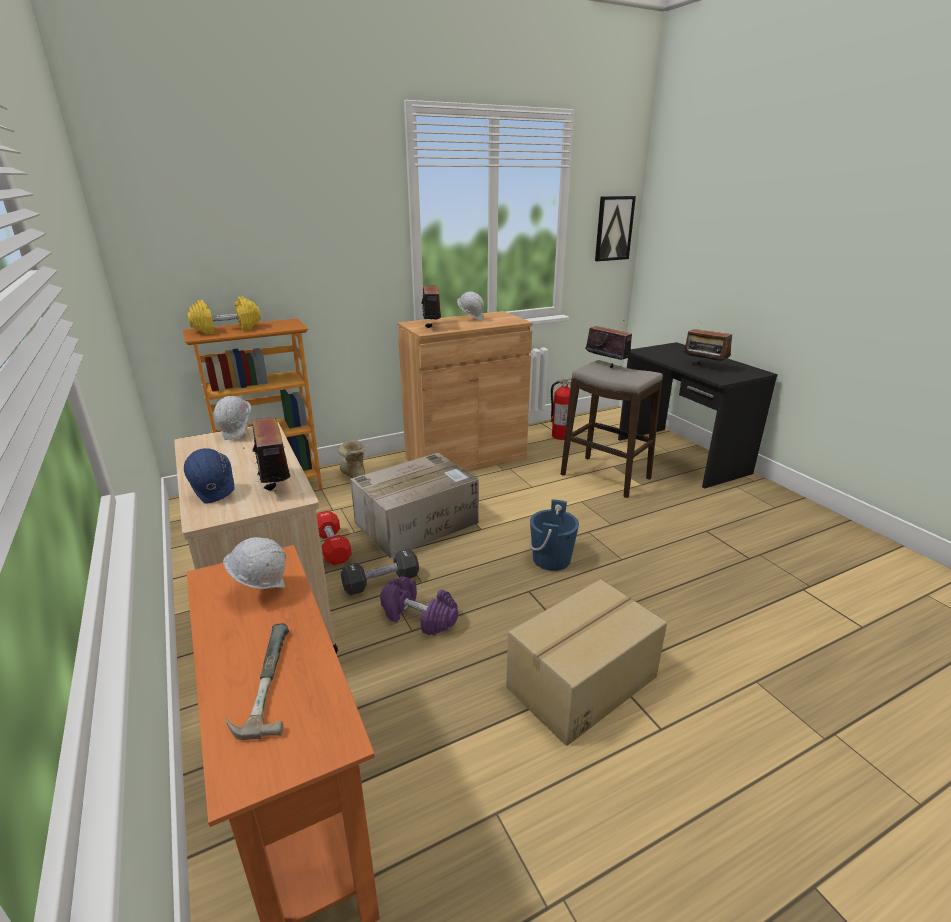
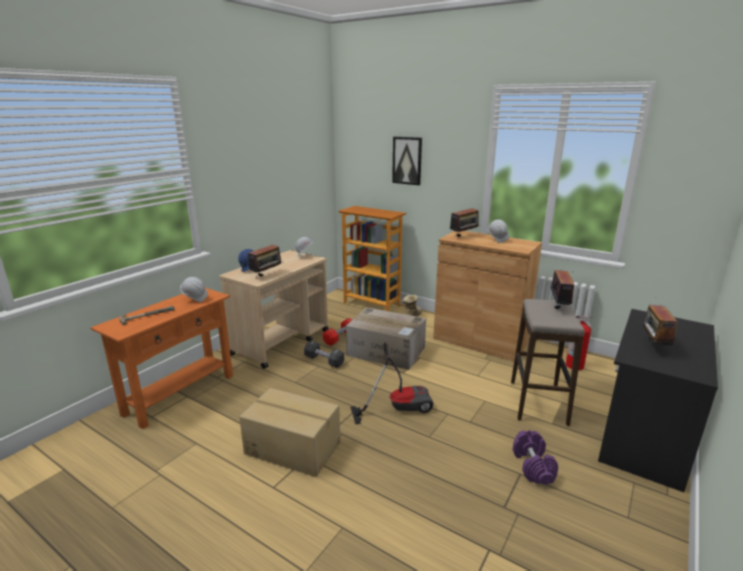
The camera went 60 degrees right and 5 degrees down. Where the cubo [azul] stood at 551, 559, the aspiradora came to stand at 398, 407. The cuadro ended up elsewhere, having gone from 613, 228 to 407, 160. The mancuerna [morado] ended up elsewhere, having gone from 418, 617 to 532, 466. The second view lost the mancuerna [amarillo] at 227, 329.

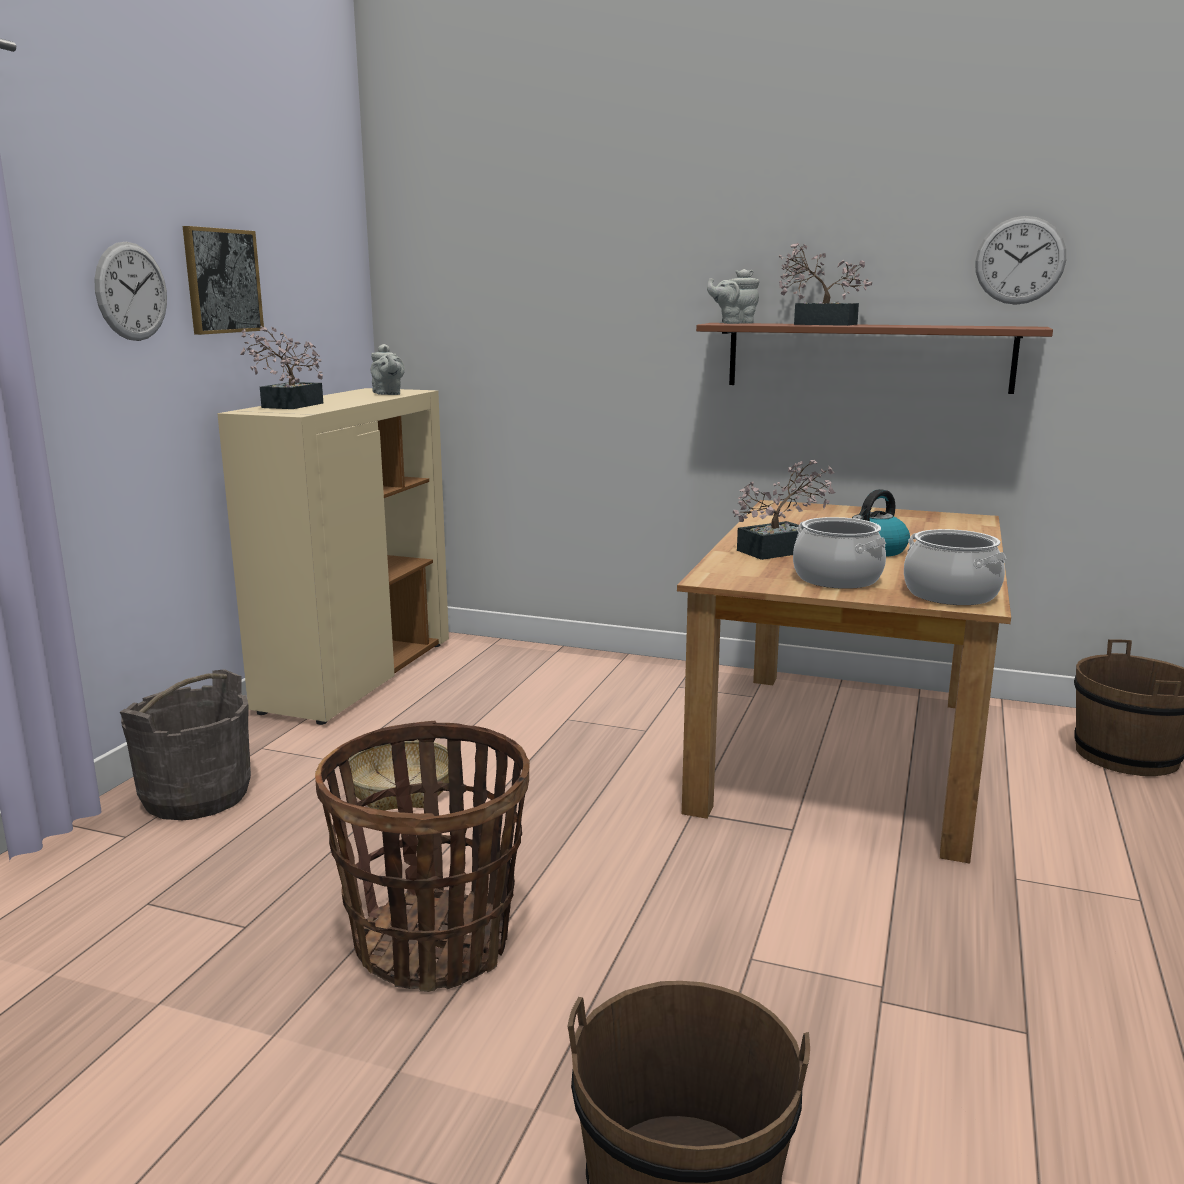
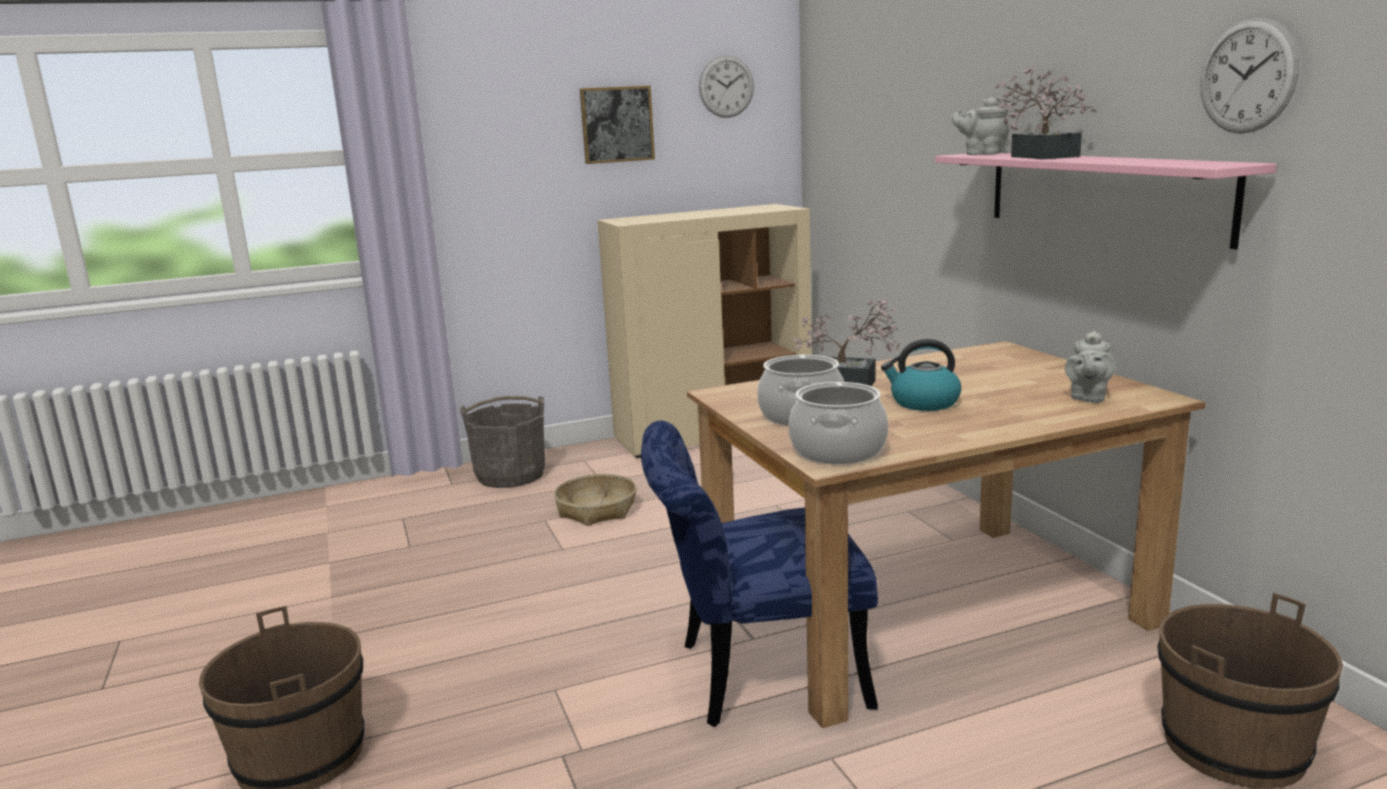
The camera went 50 degrees right and 0 degrees up. The second view gained the silla [azul] at 754, 675. The reloj de pared ended up elsewhere, having gone from 131, 291 to 726, 86. What was the estante [marrón] at 868, 357 turned into the estante [rosa] at 1101, 194. The tetera [gris] ended up elsewhere, having gone from 387, 394 to 1087, 397. The second view lost the planta en maceta at 287, 406. The second view lost the cesta at 433, 944.

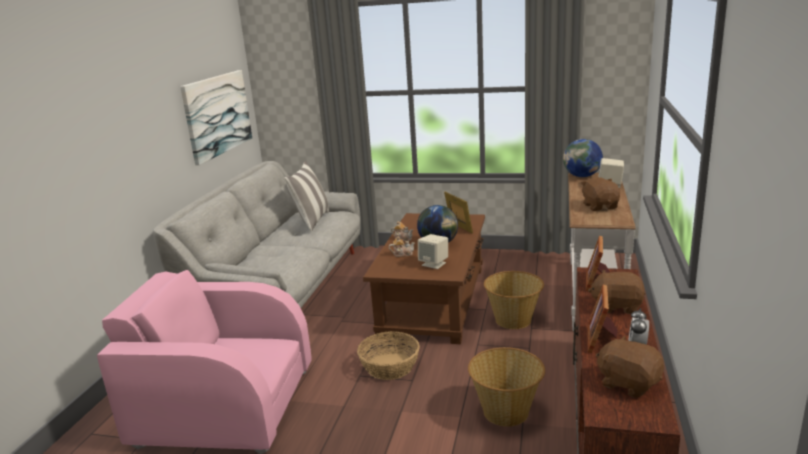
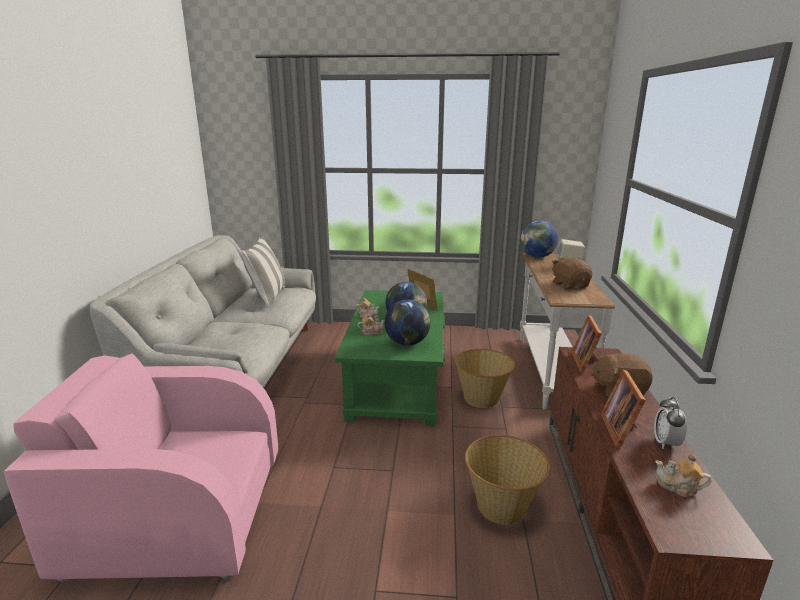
The camera went 10 degrees left and 0 degrees up. What was the mesa de centro [marrón] at 434, 300 turned into the mesa de centro [verde] at 397, 378. Where the altavoz [beis] stood at 434, 264, the globo terráqueo came to stand at 407, 343. Where the peluche [marrón] stood at 628, 383, the tetera came to stand at 678, 487. The second view lost the cuadro at 217, 114. The second view lost the cesta at 390, 366.

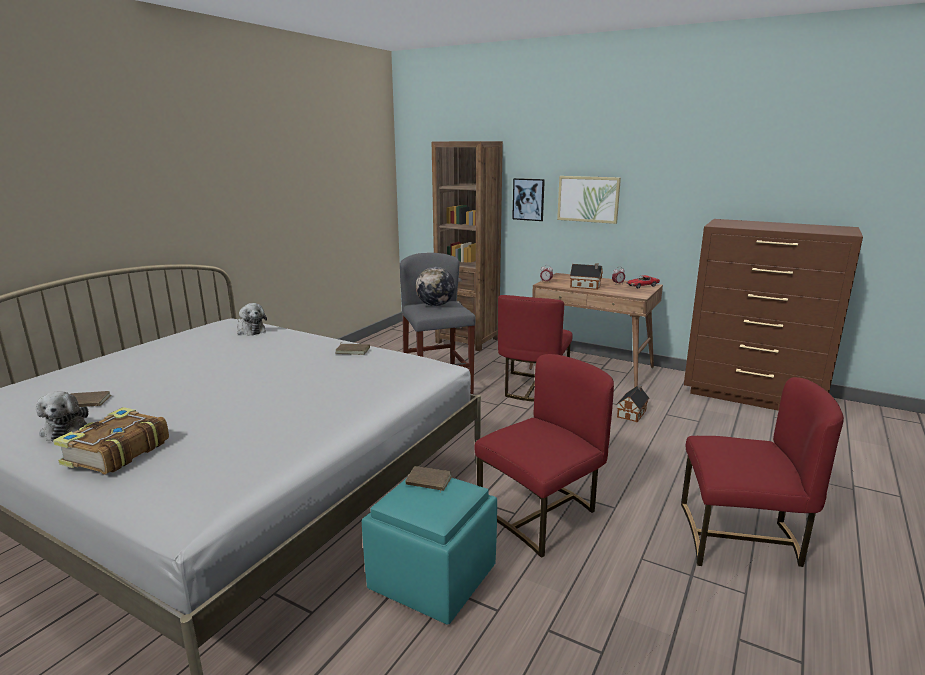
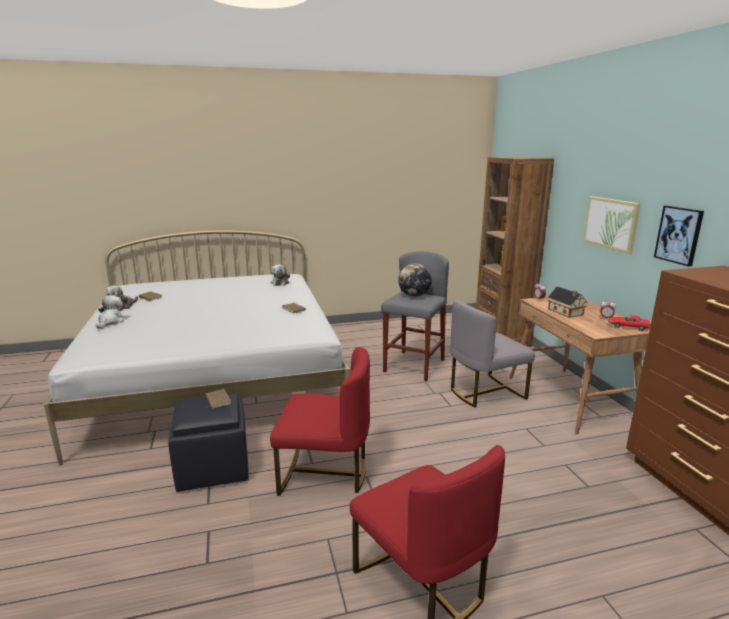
The camera went 45 degrees right and 0 degrees up. Where the libro stood at 115, 453, the peluche came to stand at 110, 322. What was the puf [turquesa] at 432, 577 turned into the puf [negro] at 214, 467. What was the silla [rojo] at 532, 387 turned into the silla [gris] at 485, 392. The cuadro ended up elsewhere, having gone from 528, 199 to 679, 235. The second view lost the casita at 632, 413.

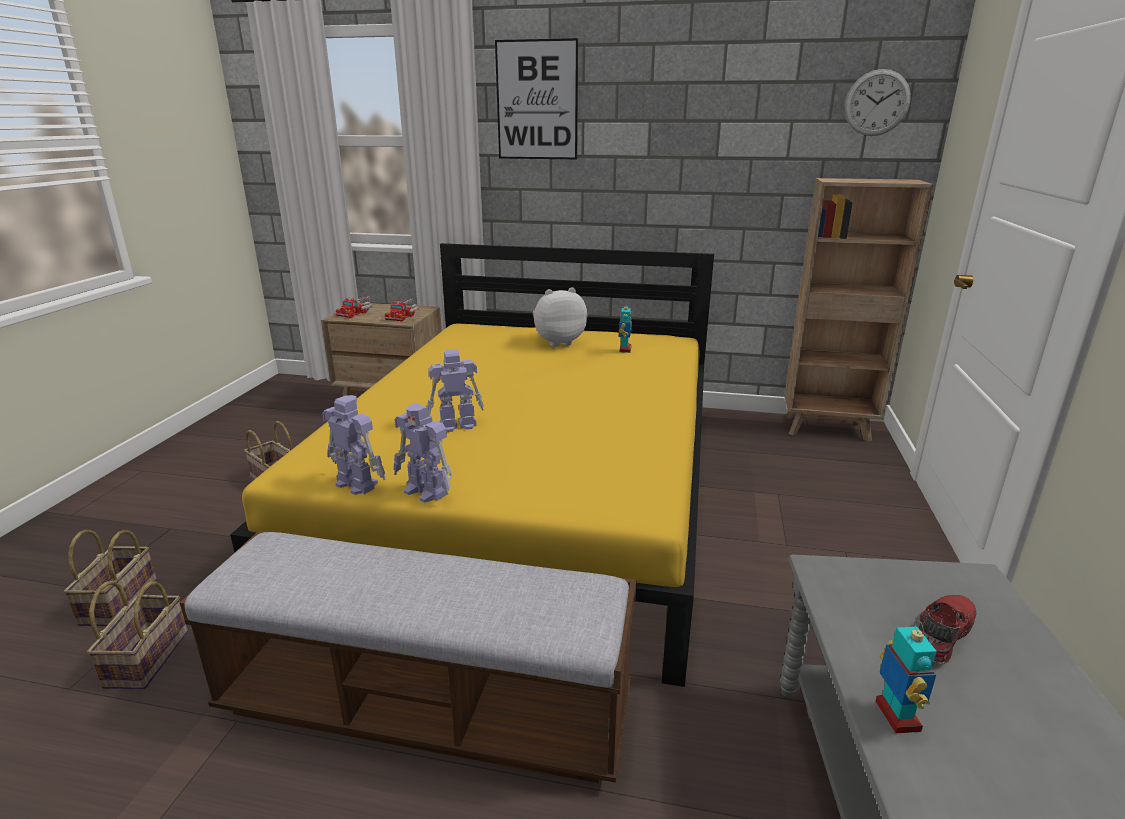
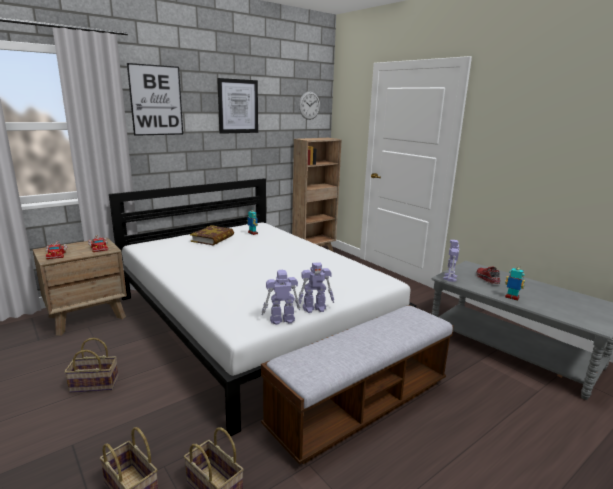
The camera went 50 degrees left and 5 degrees down. What was the cama [amarillo] at 531, 494 turned into the cama [blanco] at 253, 320. Where the peluche stood at 558, 342, the libro came to stand at 213, 238. The second view gained the cuadro at 238, 106. The robot de juguete ended up elsewhere, having gone from 456, 425 to 450, 278.

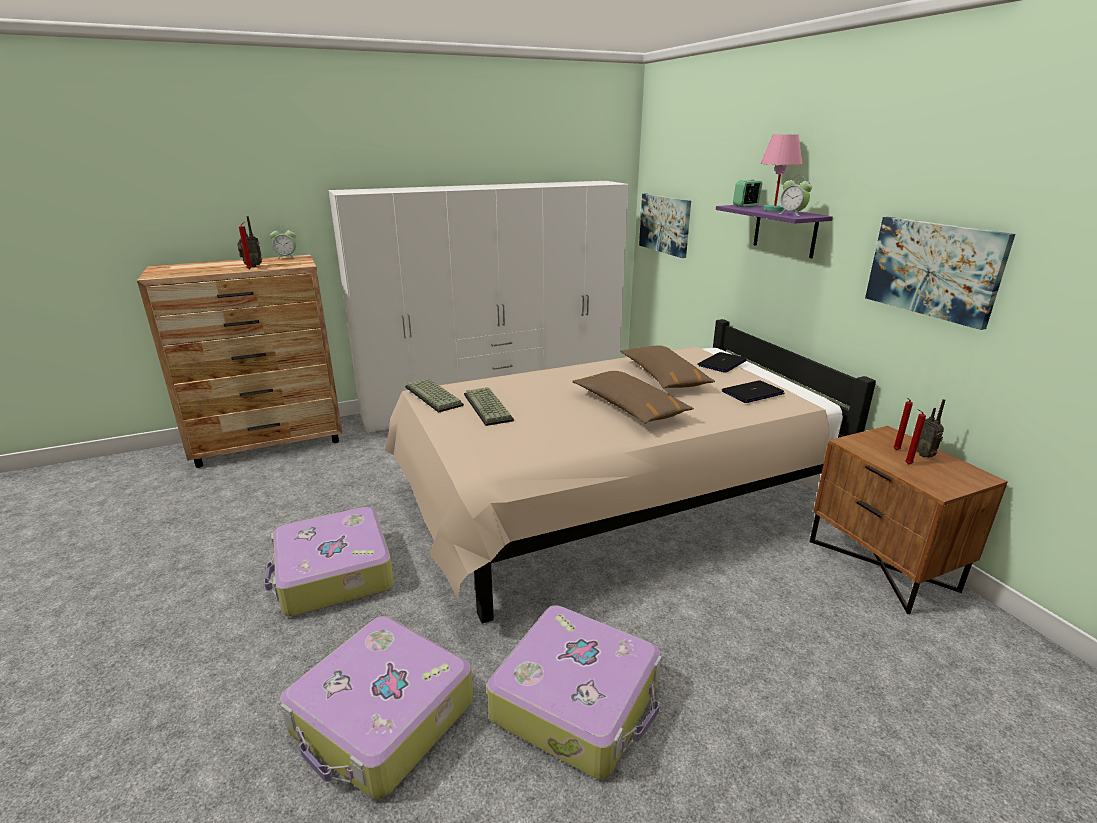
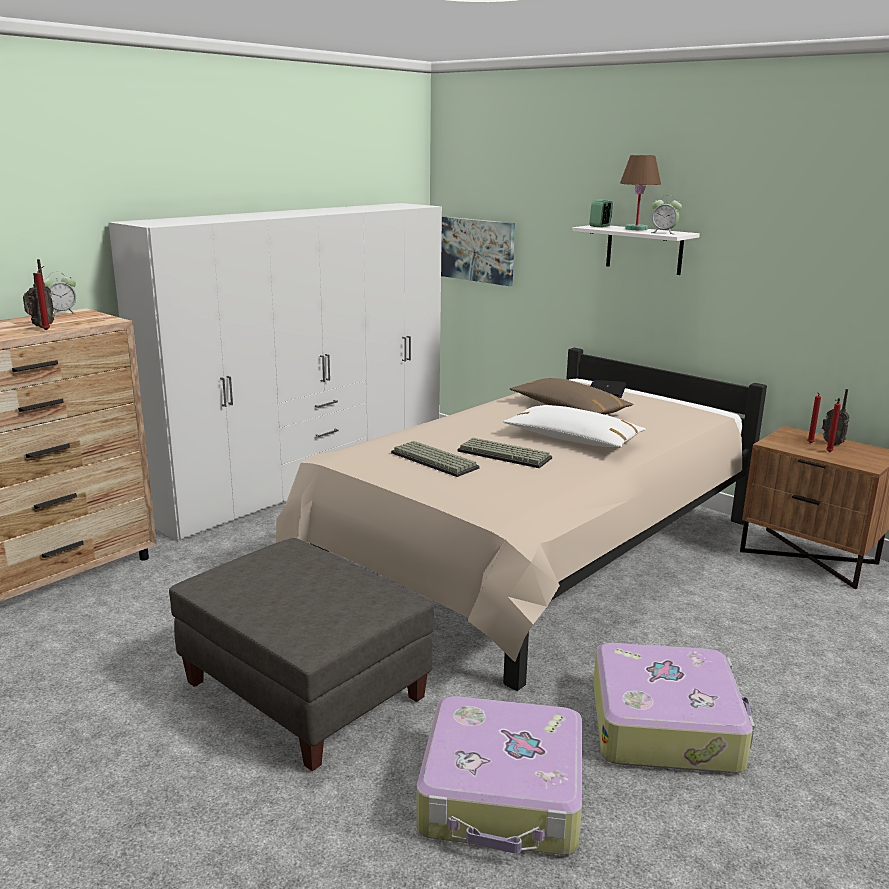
The camera went 25 degrees left and 5 degrees down. Where the maleta stood at 333, 574, the puf [gris] came to stand at 304, 691. The teclado ended up elsewhere, having gone from 435, 396 to 506, 454. What was the cojín [marrón] at 629, 407 turned into the cojín [blanco] at 573, 439. What was the estante [morado] at 785, 230 turned into the estante [blanco] at 644, 249. What was the lámpara de mesa [rosa] at 774, 210 turned into the lámpara de mesa [marrón] at 636, 229. The second view lost the portátil at 752, 393. The second view lost the cuadro at 934, 269.

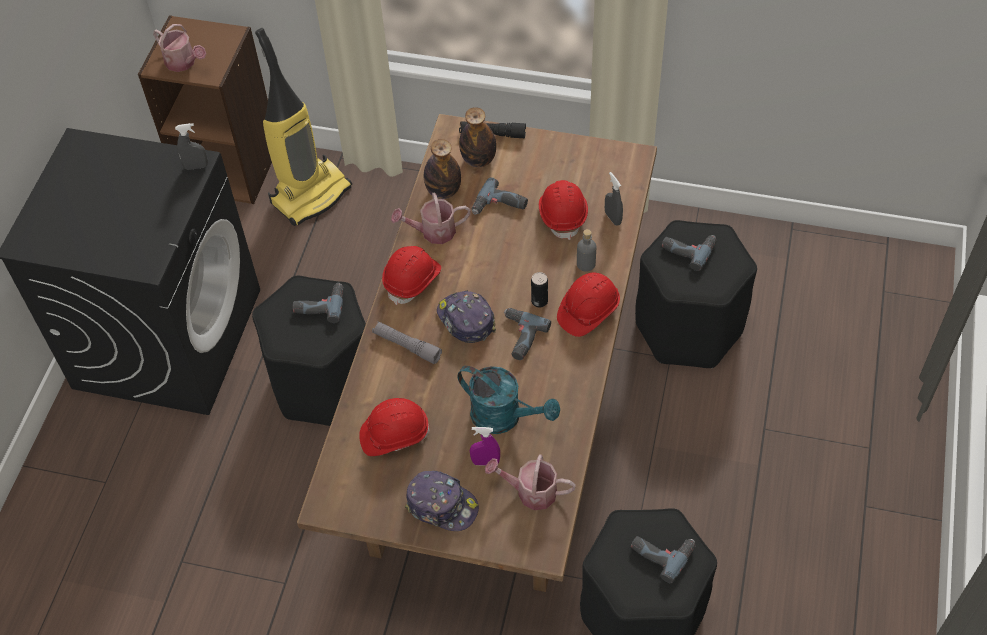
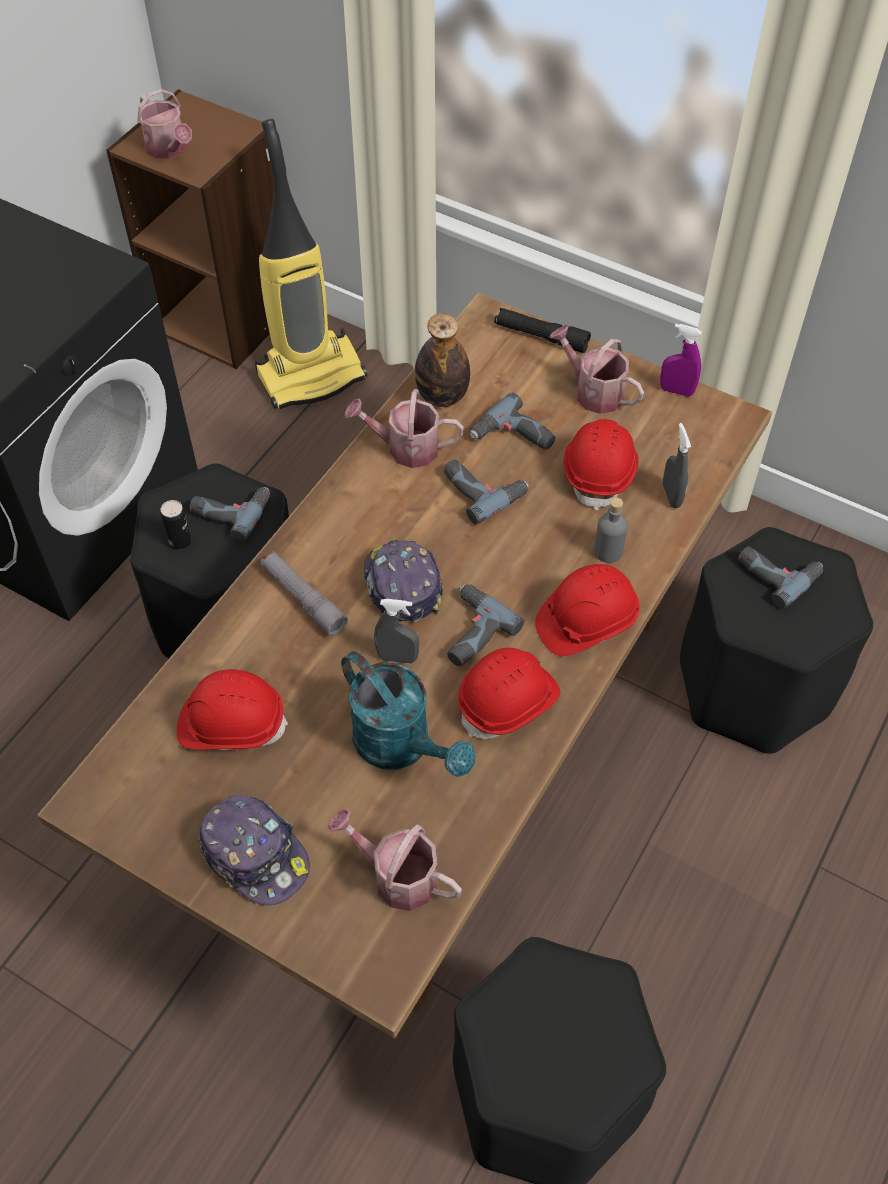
The camera went 15 degrees right and 0 degrees up. The lata ended up elsewhere, having gone from 539, 301 to 180, 541. The pulverizador [gris] ended up elsewhere, having gone from 196, 166 to 397, 657. The taladro ended up elsewhere, having gone from 662, 551 to 483, 489. The casco [rojo] ended up elsewhere, having gone from 413, 280 to 508, 703. The second view gained the regadera at 593, 391. The pulverizador [morado] ended up elsewhere, having gone from 485, 462 to 676, 391. The second view lost the botella at 478, 160.

